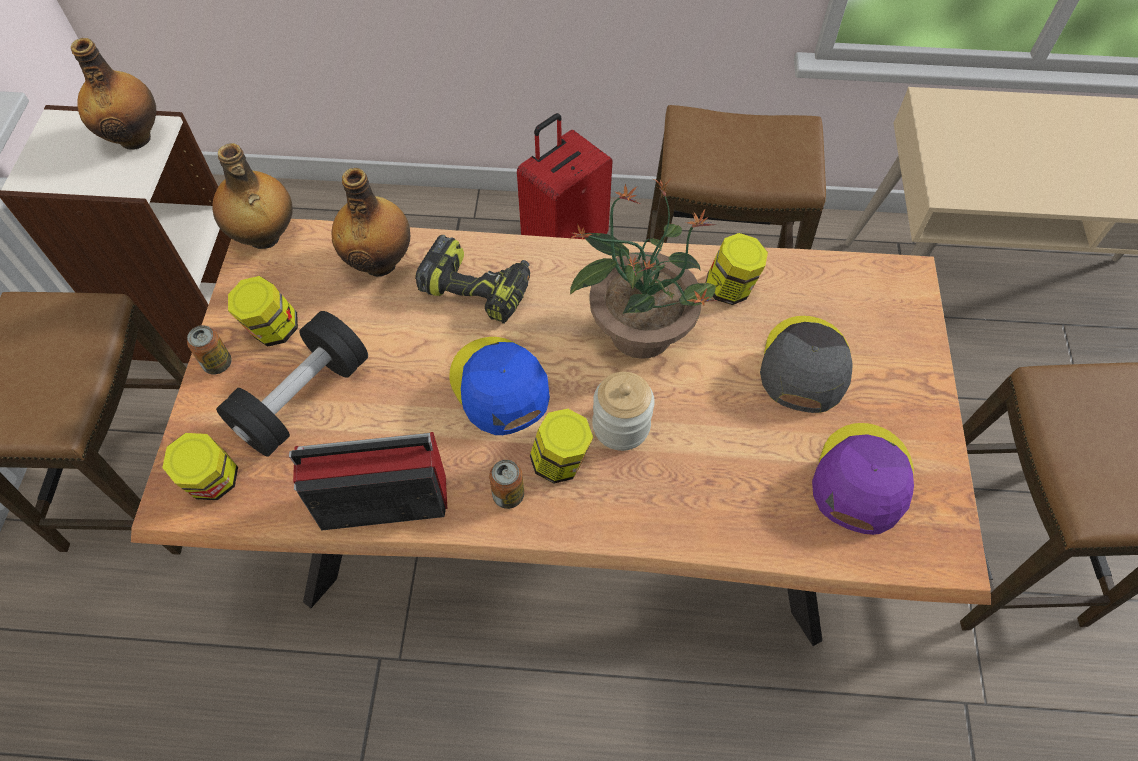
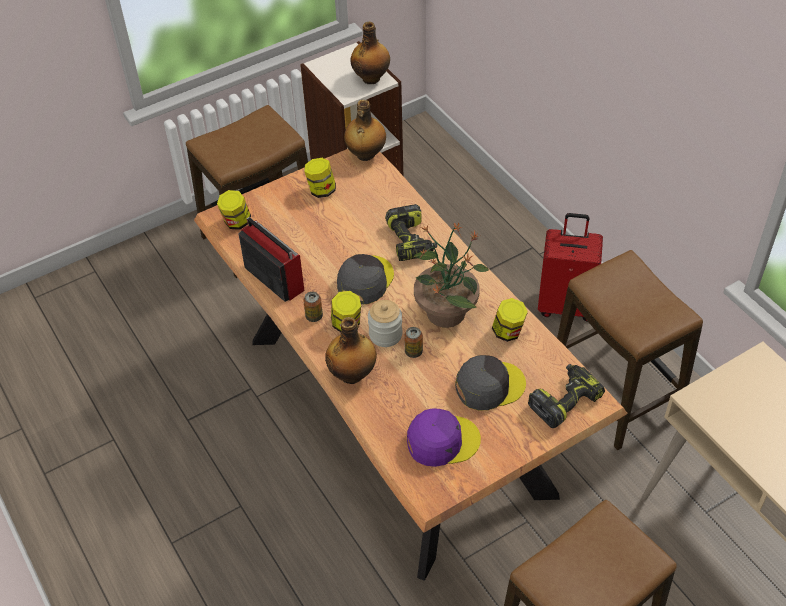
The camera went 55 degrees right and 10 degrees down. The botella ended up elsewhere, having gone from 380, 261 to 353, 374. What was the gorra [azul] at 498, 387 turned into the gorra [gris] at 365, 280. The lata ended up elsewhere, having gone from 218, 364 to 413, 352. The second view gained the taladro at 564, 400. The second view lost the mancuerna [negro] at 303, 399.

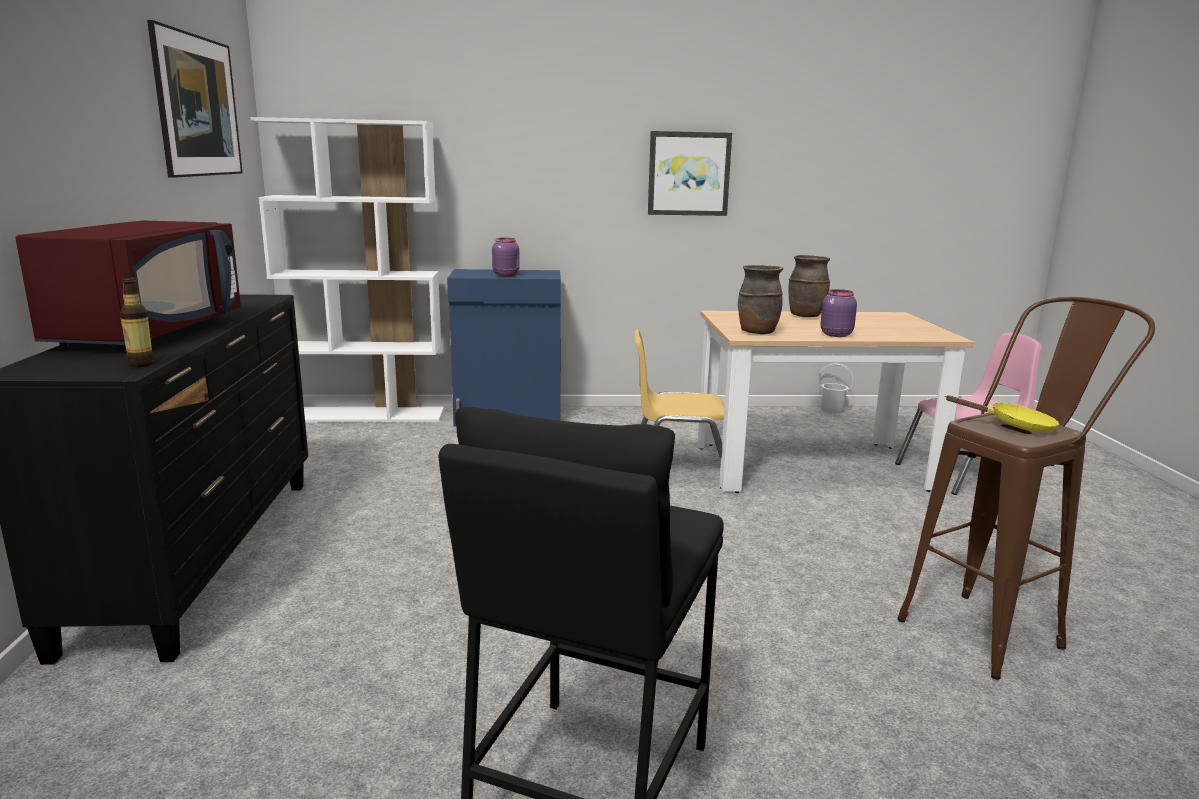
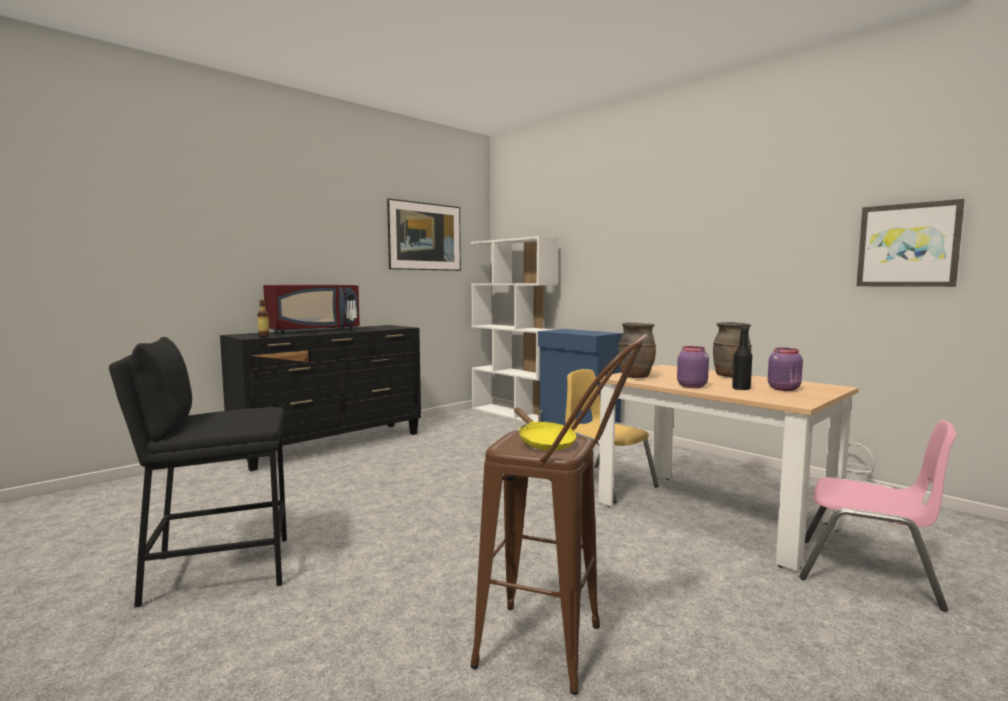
The camera went 50 degrees right and 10 degrees down. The second view gained the botella [negro] at 741, 389. The tarro [morado] ended up elsewhere, having gone from 506, 275 to 784, 389. The cuadro ended up elsewhere, having gone from 688, 174 to 907, 245.

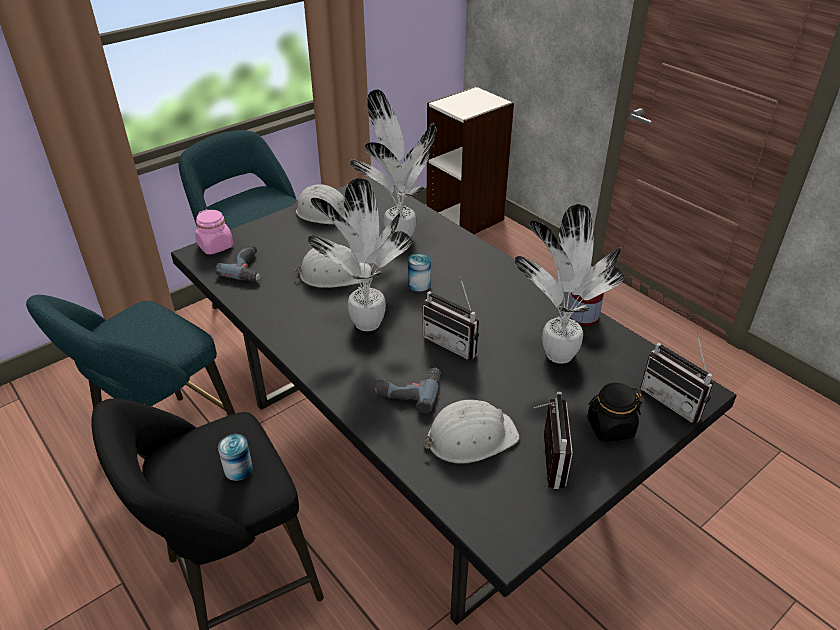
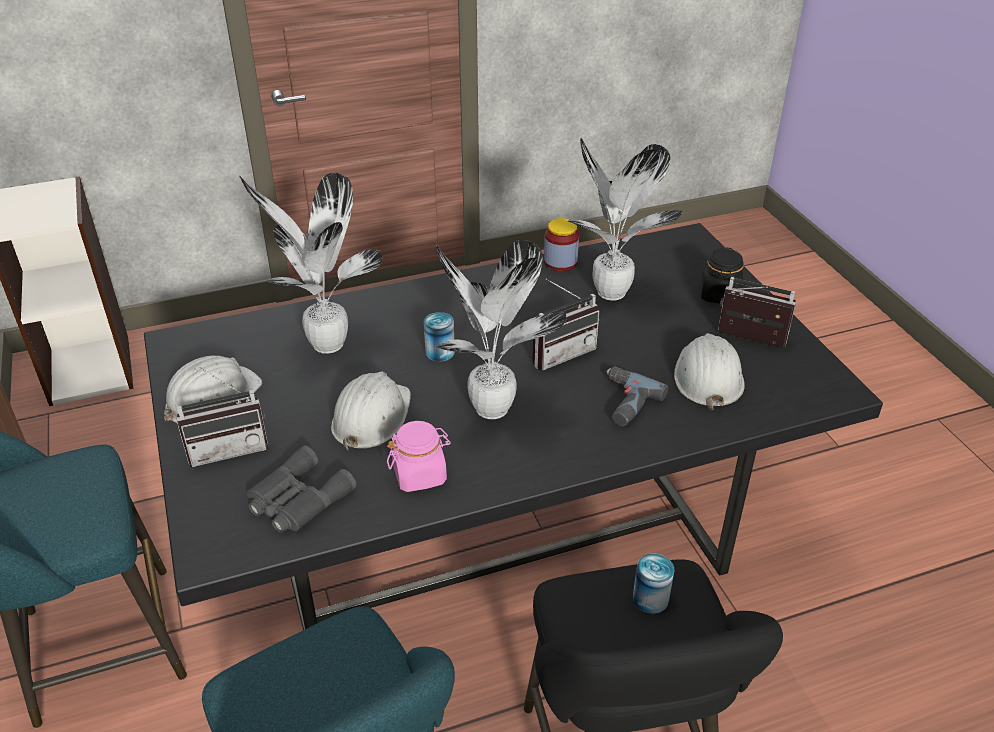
The camera went 70 degrees left and 0 degrees up. The radio ended up elsewhere, having gone from 675, 400 to 228, 447. Where the taladro stood at 248, 268, the prismáticos [gris] came to stand at 297, 500. The tarro [rosa] ended up elsewhere, having gone from 216, 246 to 420, 475.

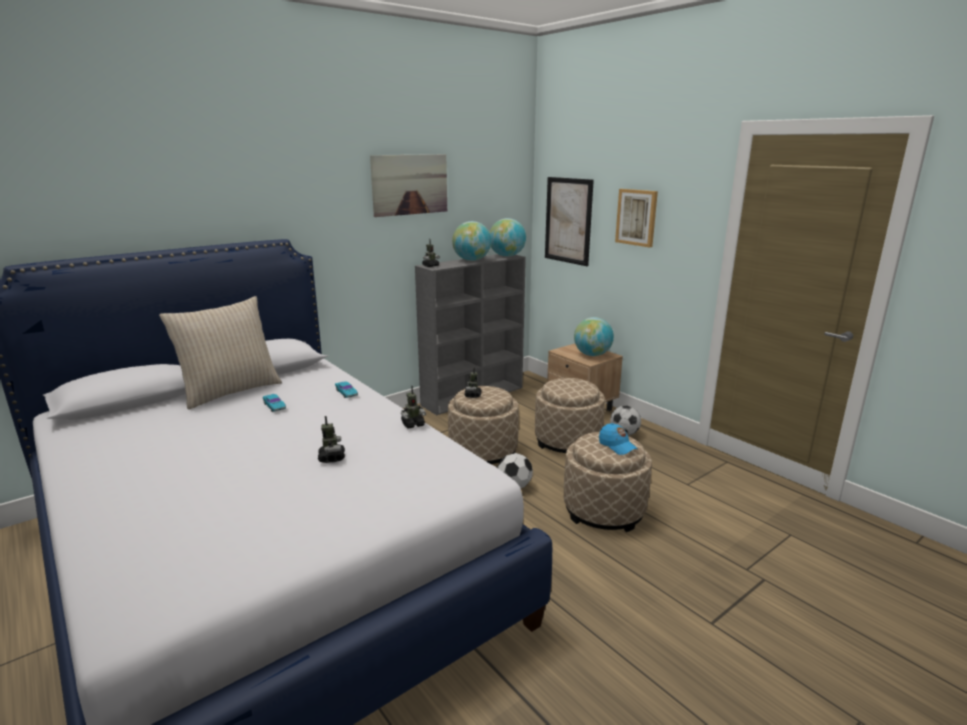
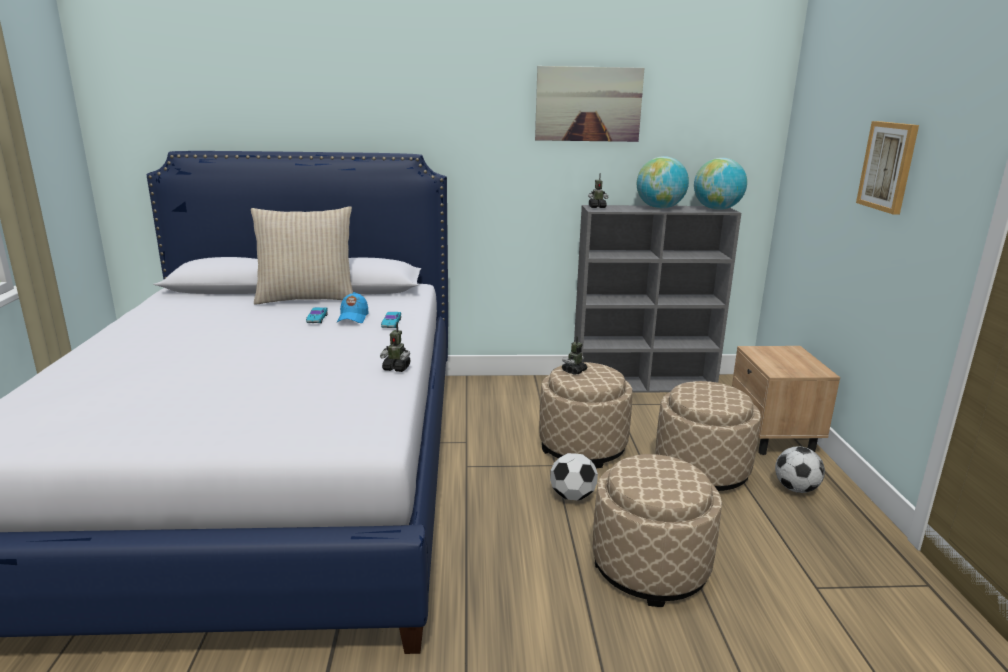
The camera went 35 degrees right and 0 degrees up. The gorra [azul] ended up elsewhere, having gone from 617, 446 to 353, 318. The second view lost the robot de juguete at 331, 458. The second view lost the cuadro at 568, 220. The second view lost the globo terráqueo at 592, 355.

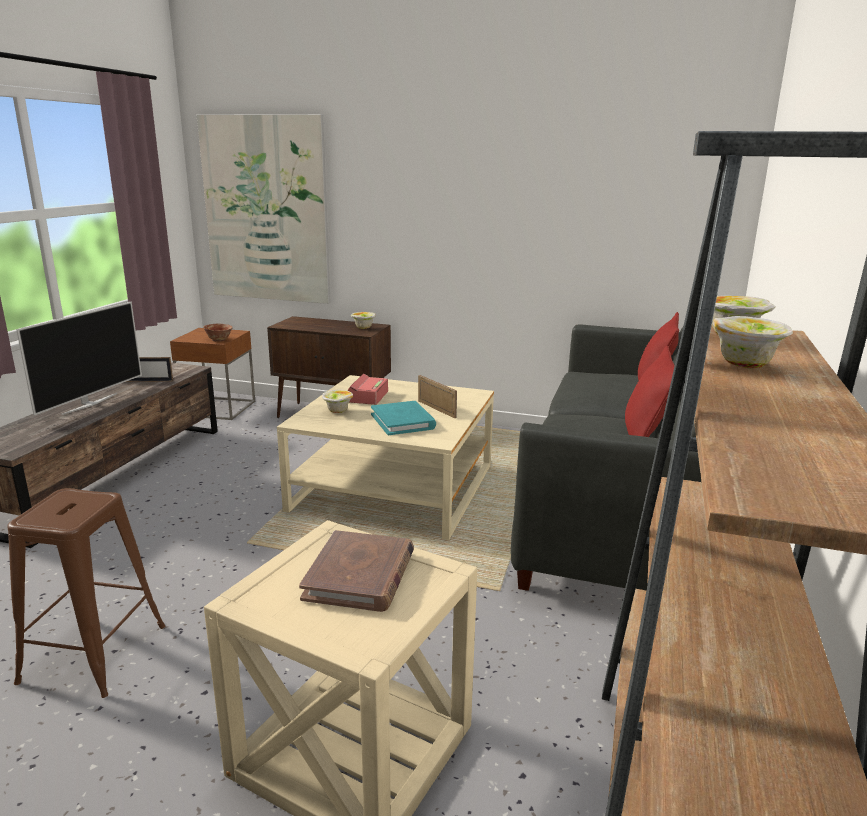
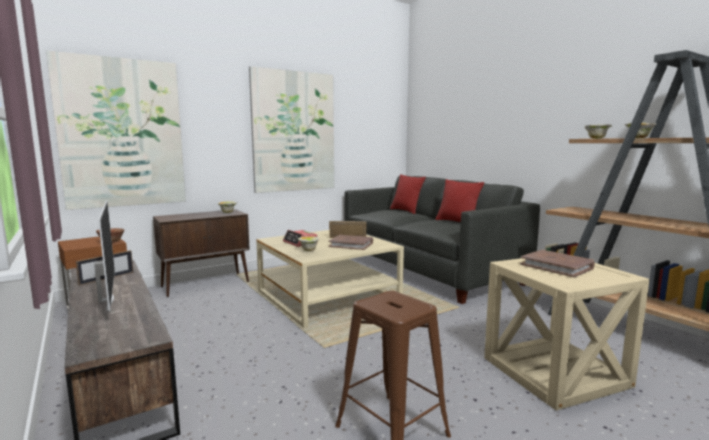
The camera went 50 degrees left and 10 degrees down. The second view gained the cuadro at 294, 132. What was the libro [turquesa] at 403, 421 turned into the libro [marrón] at 351, 244.

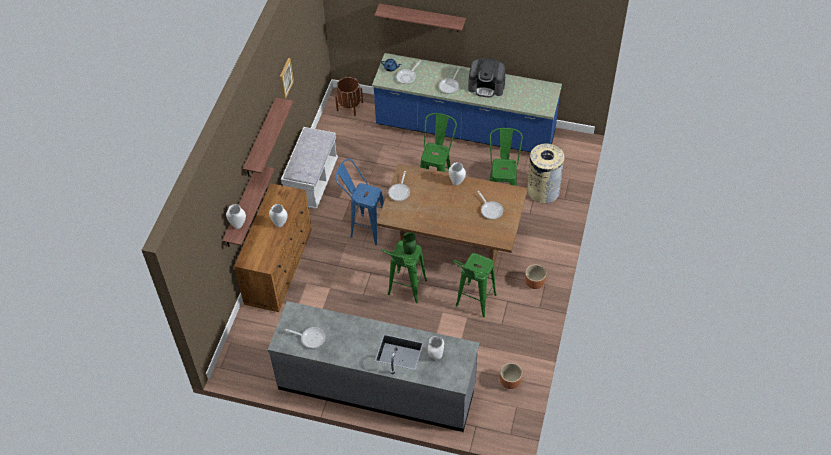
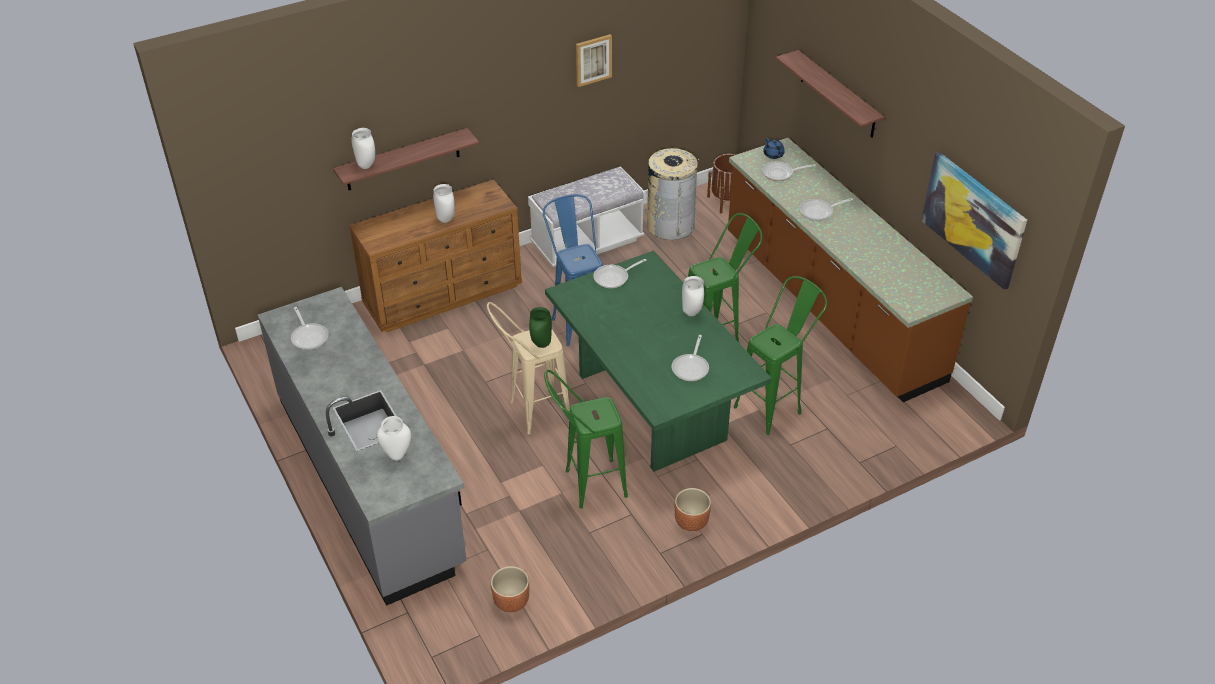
The camera went 45 degrees right and 10 degrees down. What was the taburete [verde] at 405, 292 turned into the taburete [beis] at 531, 414. What was the mesa de comedor [marrón] at 452, 243 turned into the mesa de comedor [verde] at 652, 407. The papelera [beis] ended up elsewhere, having gone from 543, 190 to 670, 225. What was the mueble bajo de cocina [azul] at 465, 130 turned into the mueble bajo de cocina [marrón] at 829, 307. The second view gained the cuadro at 973, 219. The second view lost the estante at 260, 139. The second view lost the cafetera at 486, 86.

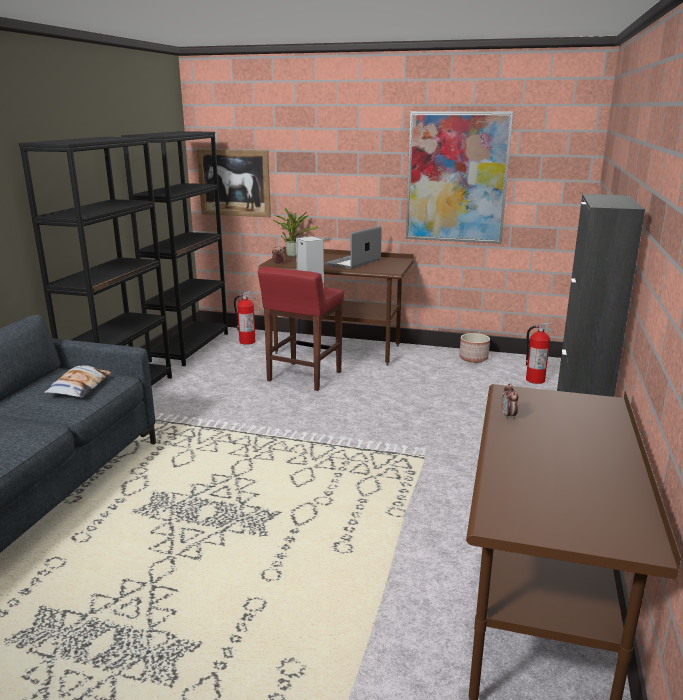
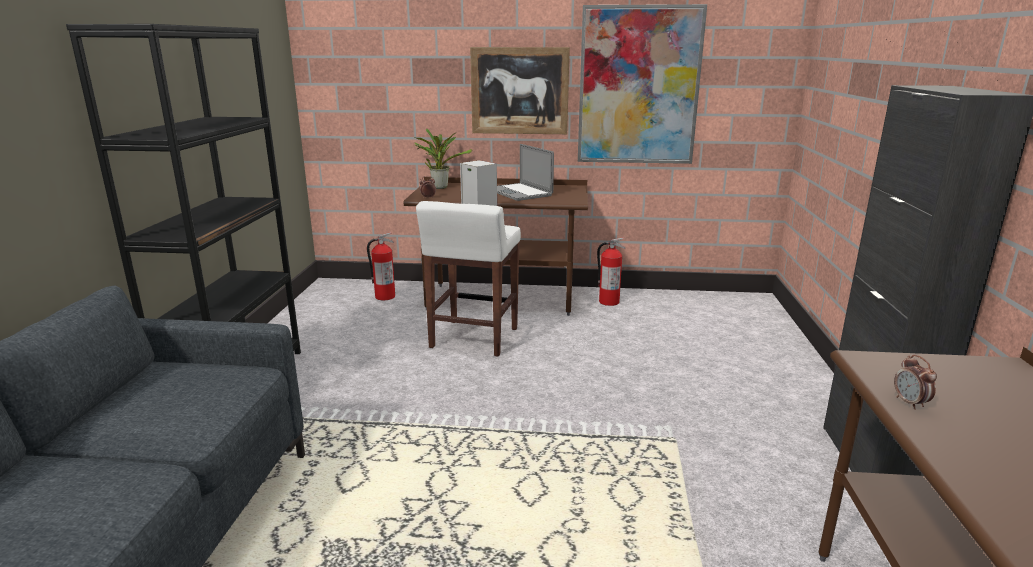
The camera went 10 degrees left and 0 degrees up. What was the taburete [rojo] at 303, 377 turned into the taburete [blanco] at 473, 339. The cuadro ended up elsewhere, having gone from 234, 183 to 519, 91. The portátil at 352, 262 ended up facing another way, 60 degrees counterclockwise from before. The extintor ended up elsewhere, having gone from 534, 380 to 608, 302. The second view lost the cojín at 79, 387. The second view lost the estantería [negro] at 190, 347. The second view lost the maceta at 474, 358.

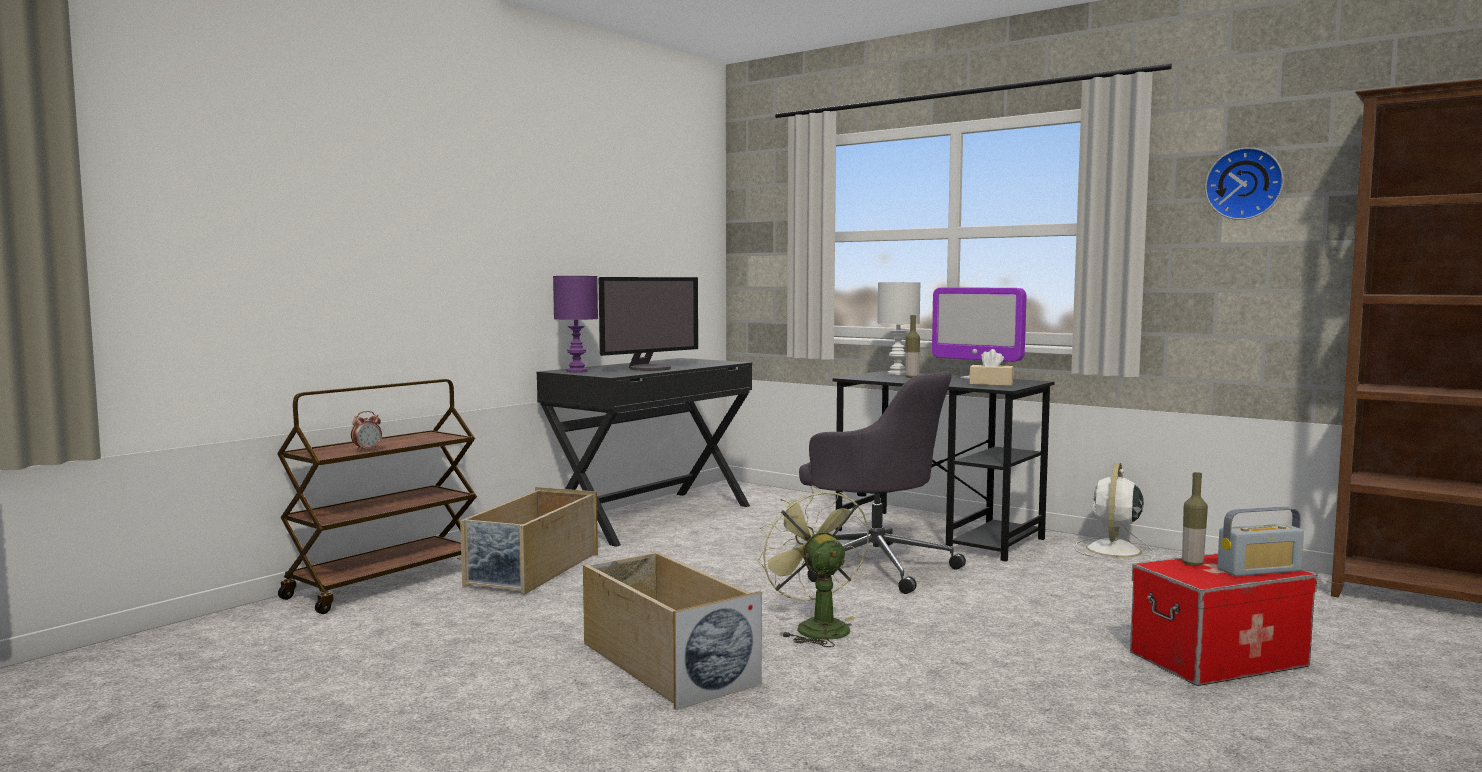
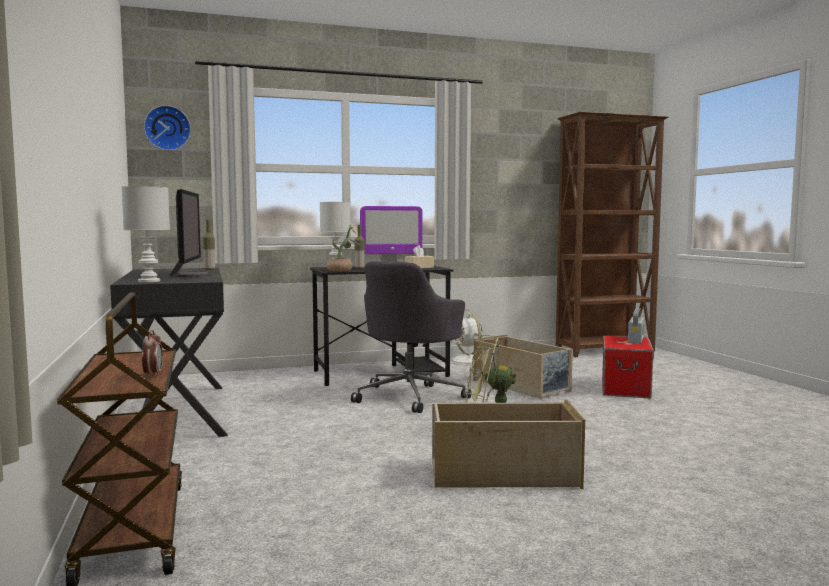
The camera went 55 degrees left and 0 degrees up. What was the lámpara de mesa [morado] at 576, 371 turned into the lámpara de mesa [blanco] at 148, 281. The reloj de pared ended up elsewhere, having gone from 1244, 184 to 167, 128. The botella ended up elsewhere, having gone from 1192, 564 to 209, 269. The second view gained the planta en maceta at 343, 270. The silla de oficina [gris] at 875, 567 ended up facing another way, 135 degrees clockwise from before. The caja de almacenaje [beis] ended up elsewhere, having gone from 532, 571 to 522, 386.

